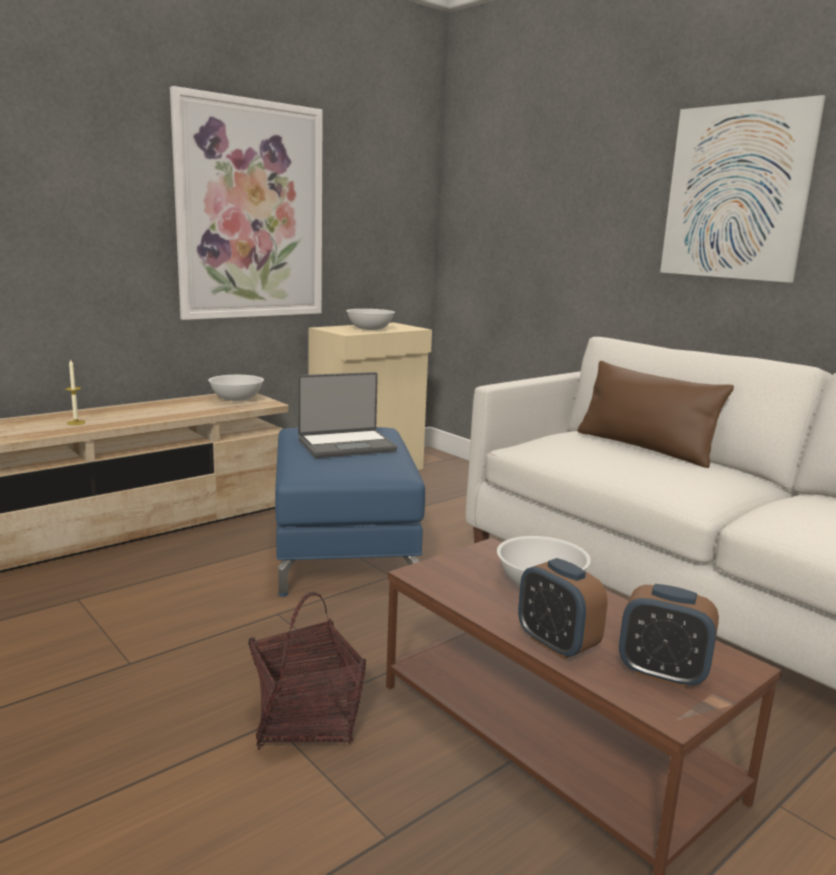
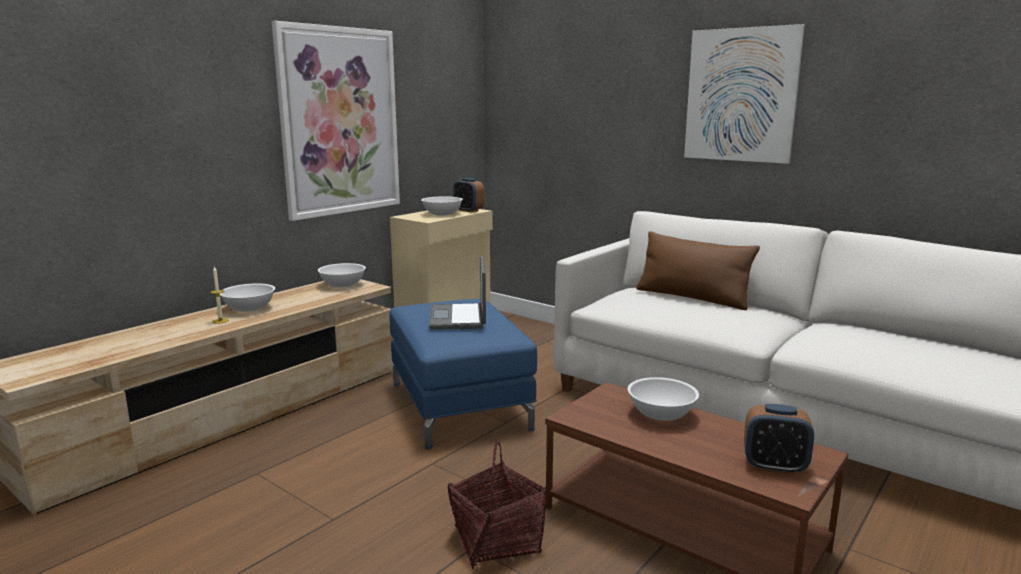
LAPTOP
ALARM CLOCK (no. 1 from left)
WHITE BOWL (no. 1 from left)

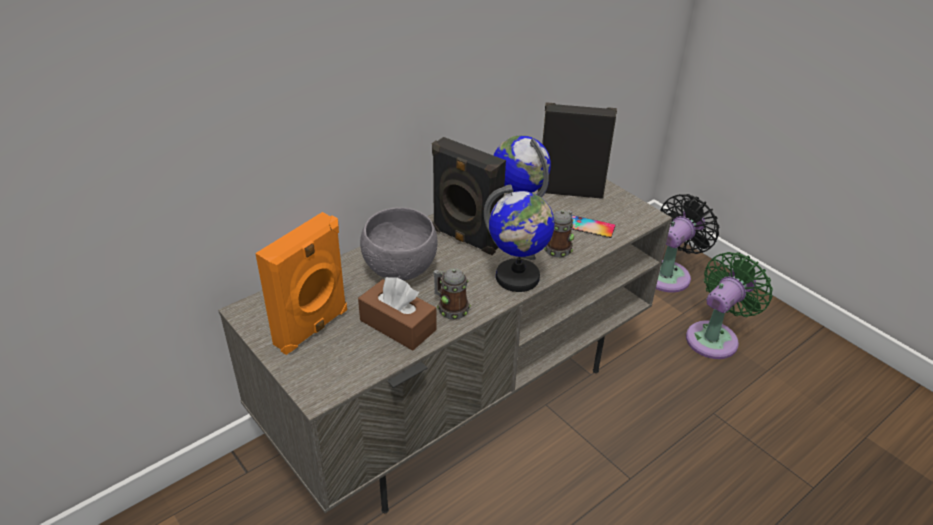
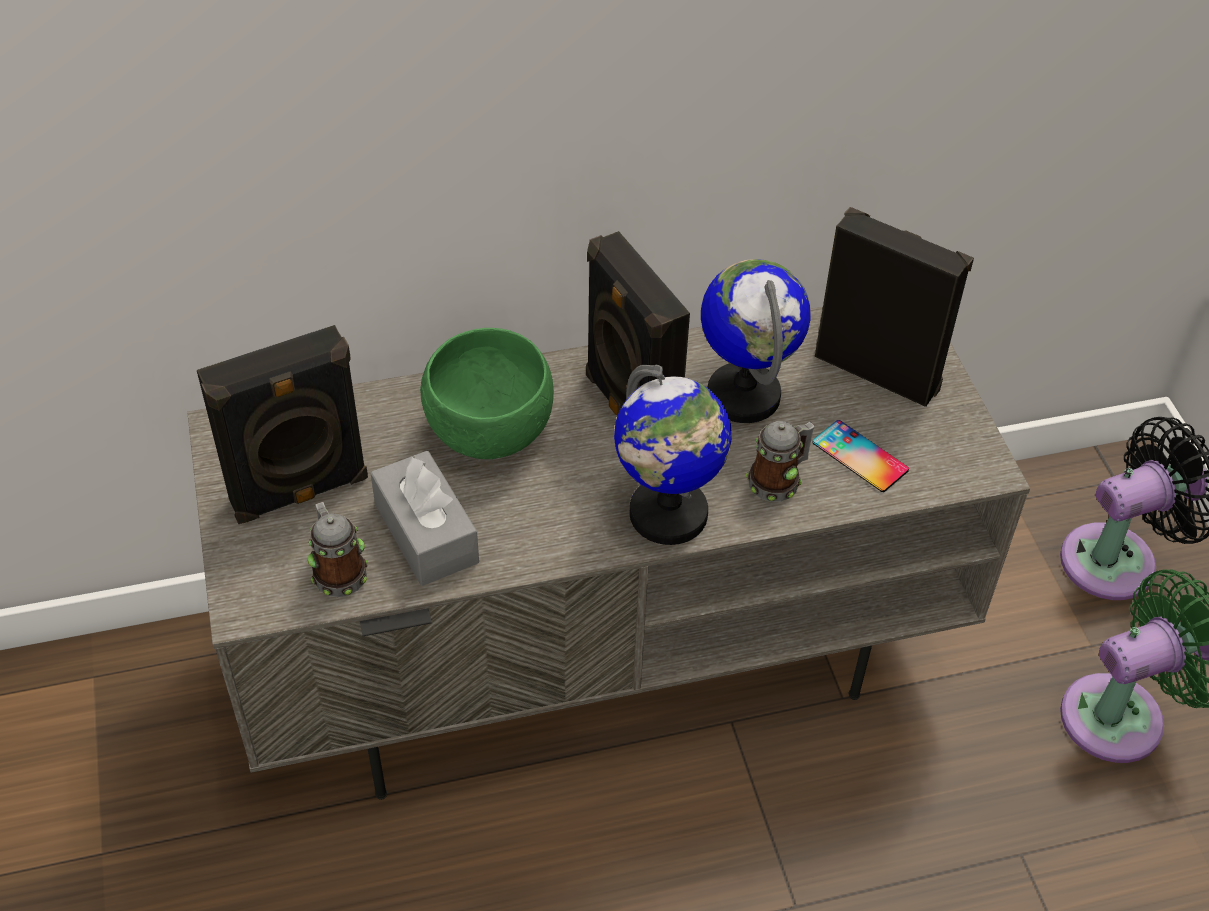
BLACK SPEAKER (no. 1 from left)
GREY TISSUE BOX
GREEN BOWL
MUG (no. 1 from left)

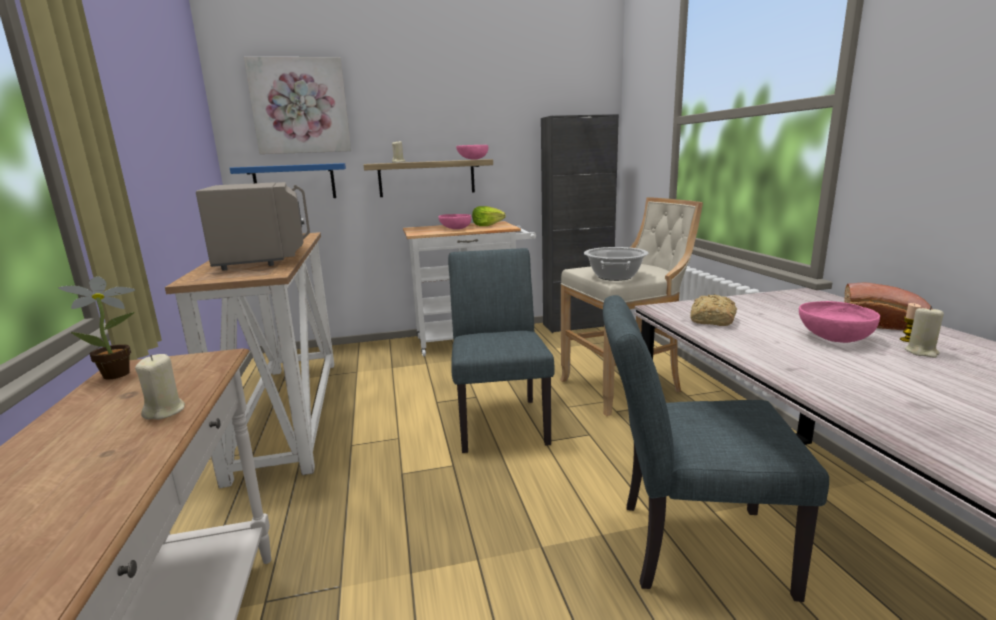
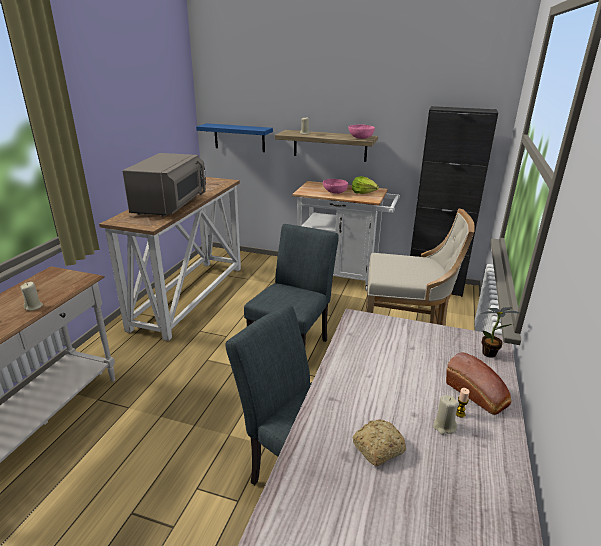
POTTED PLANT
PICTURE
COOKING POT
BREAD (no. 1 from left)
PINK BOWL (no. 3 from left in the first image)

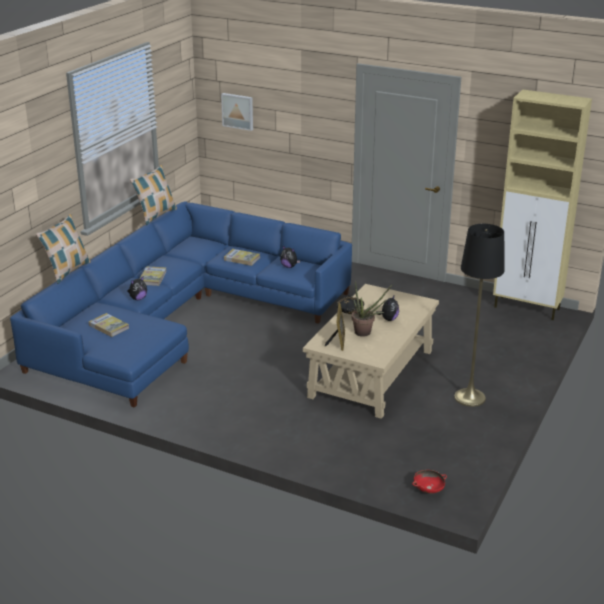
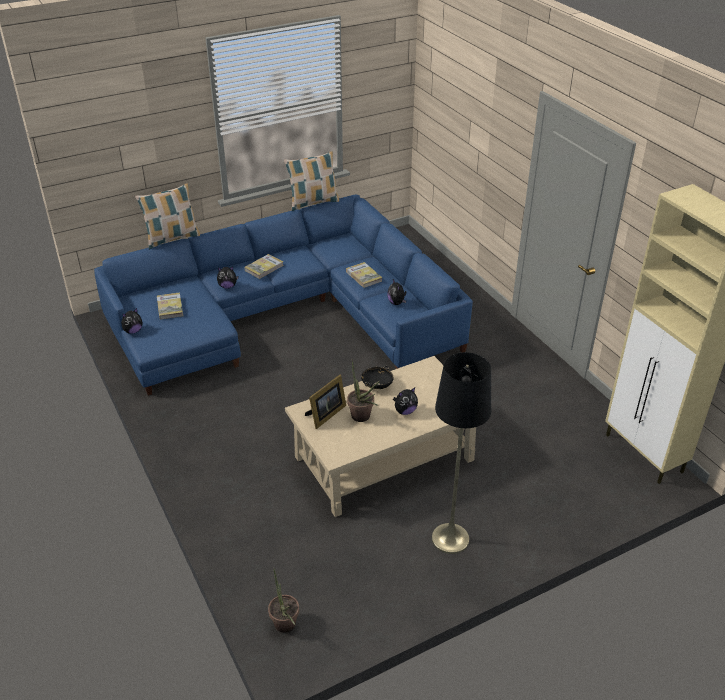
PICTURE
POTTED PLANT (no. 1 from left)
PLUSH TOY (no. 1 from left)

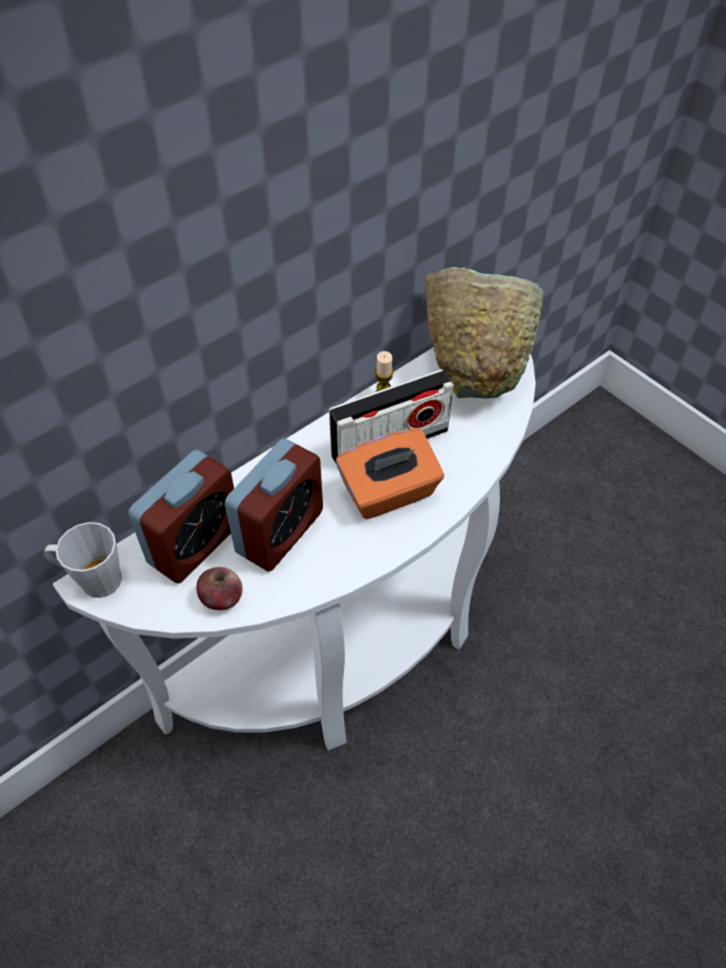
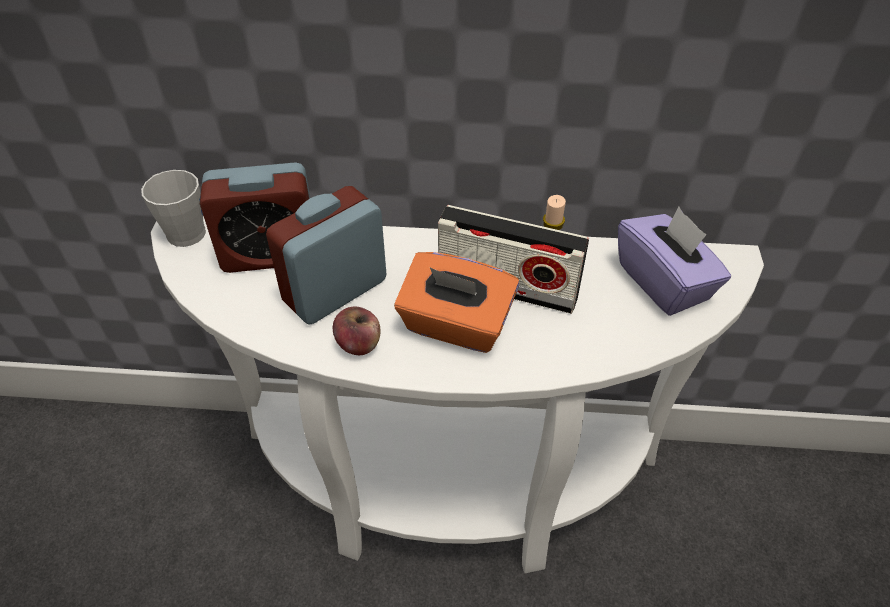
APPLE
ALARM CLOCK (no. 2 from left)
PURPLE TISSUE BOX

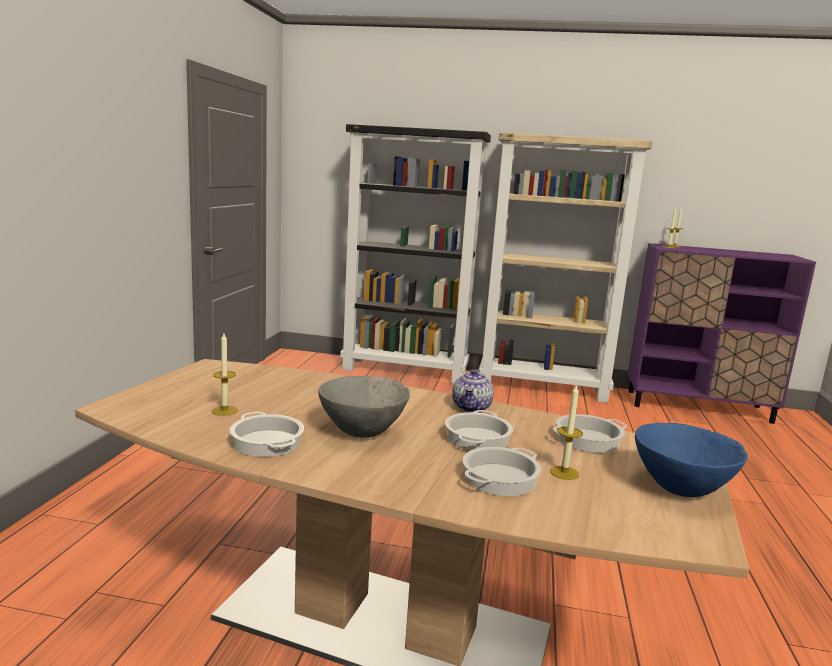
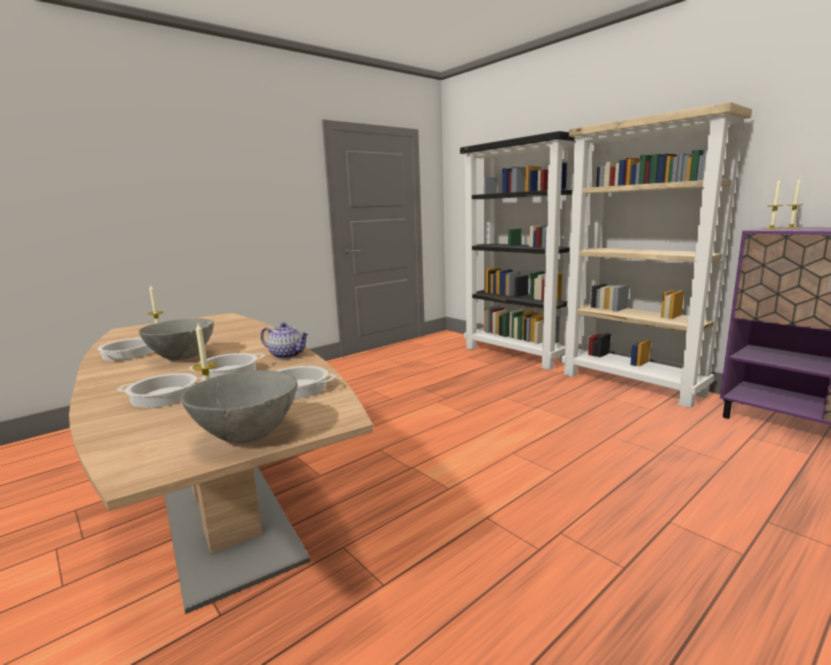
TEAPOT
GREY BOWL (no. 2 from left)

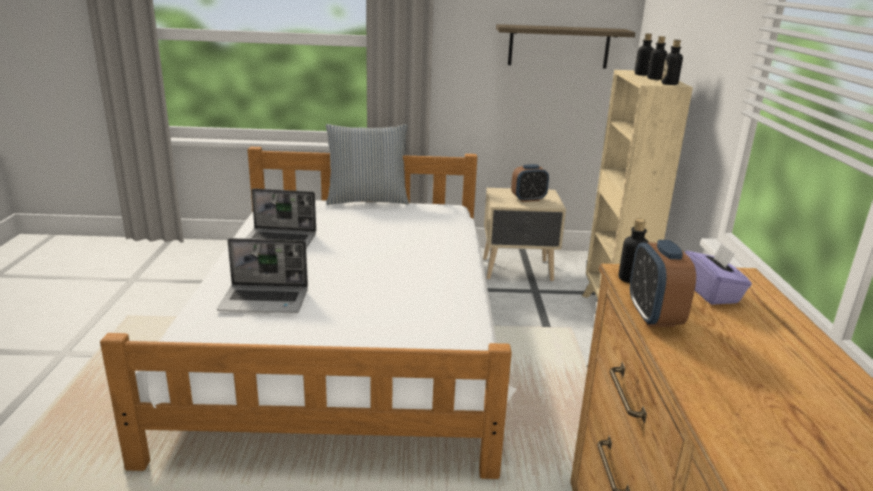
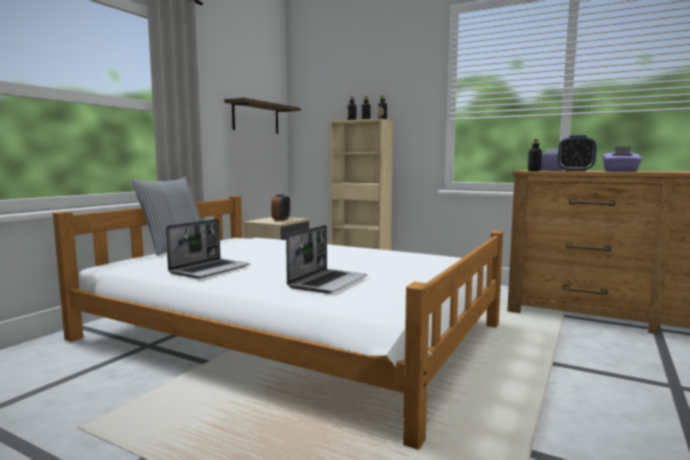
PURPLE TISSUE BOX (no. 2 from left)

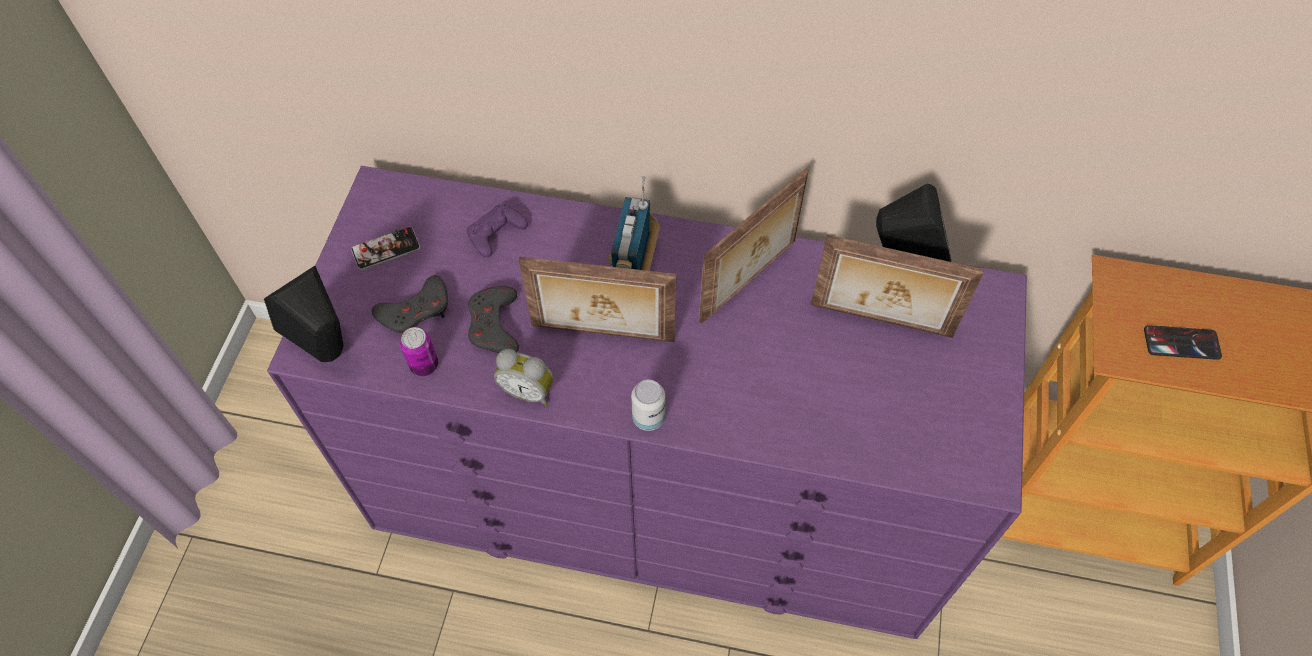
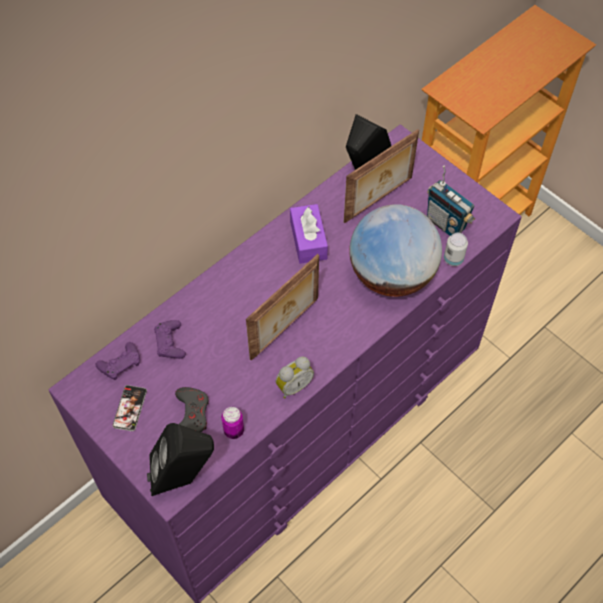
GREY GAME CONTROLLER (no. 2 from left in the first image)
RADIO
CAN (no. 2 from left)
PURPLE TISSUE BOX
PHONE (no. 2 from left in the first image)
PURPLE GAME CONTROLLER (no. 1 from left)
GLOBE

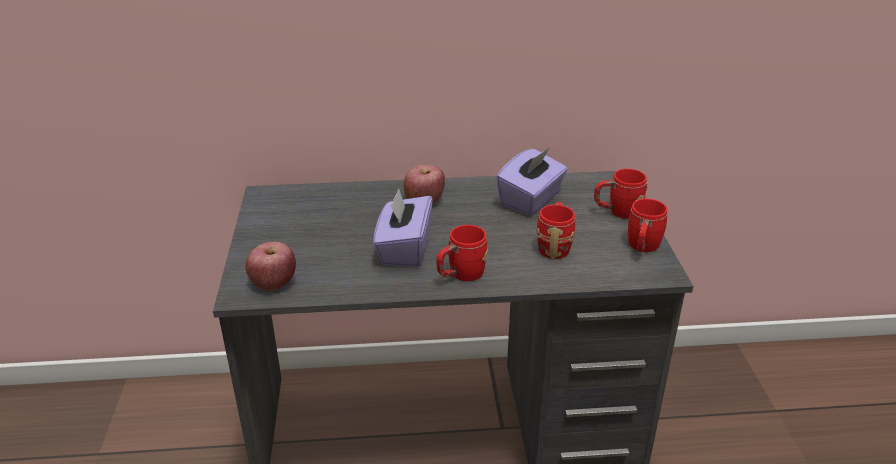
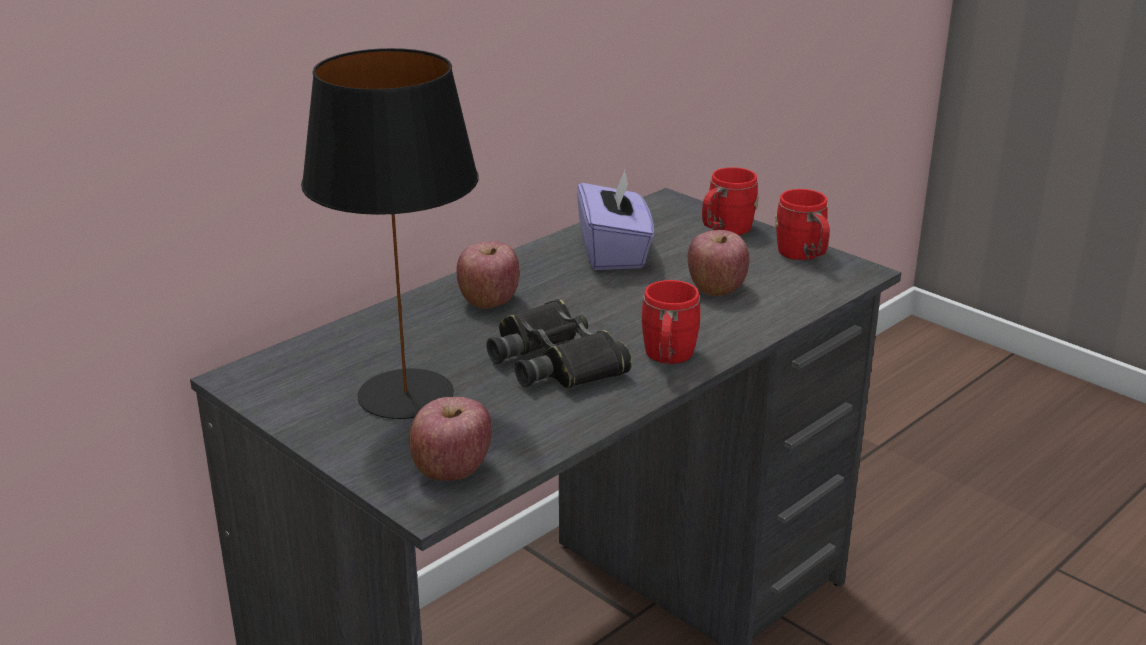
BLACK BINOCULARS
APPLE (no. 3 from left)
BLACK TABLE LAMP

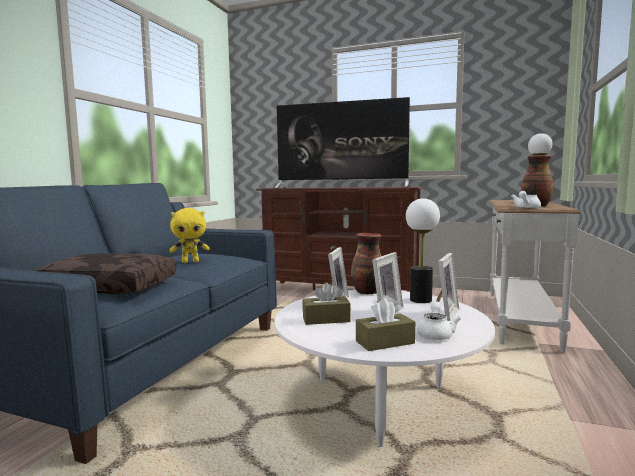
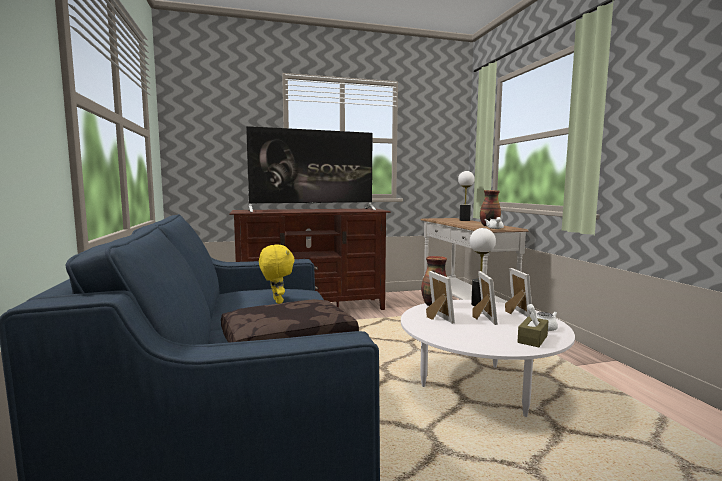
YELLOW PLUSH TOY
BROWN TISSUE BOX (no. 1 from left in the first image)

